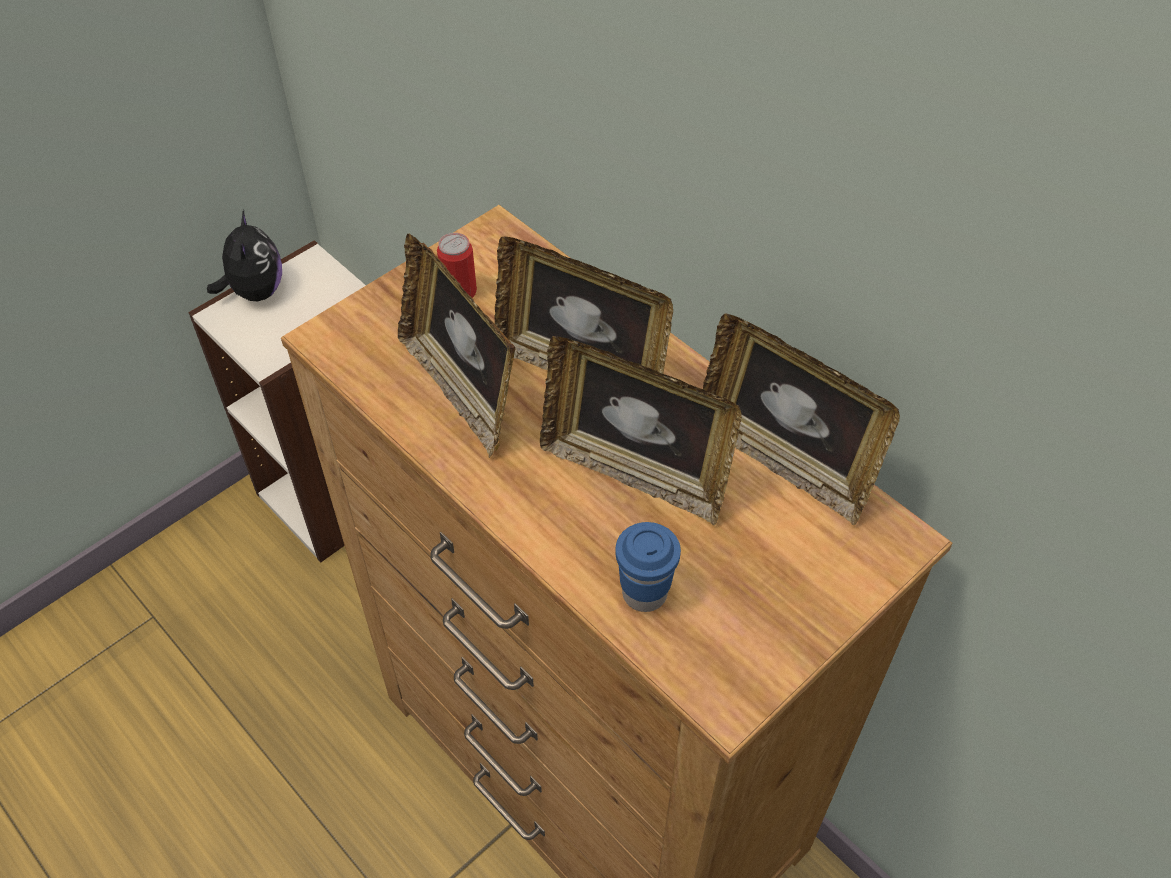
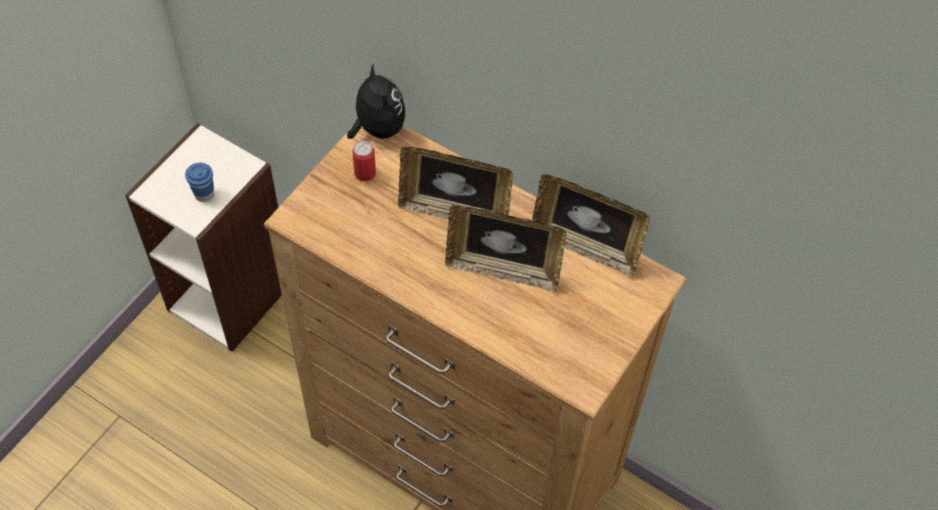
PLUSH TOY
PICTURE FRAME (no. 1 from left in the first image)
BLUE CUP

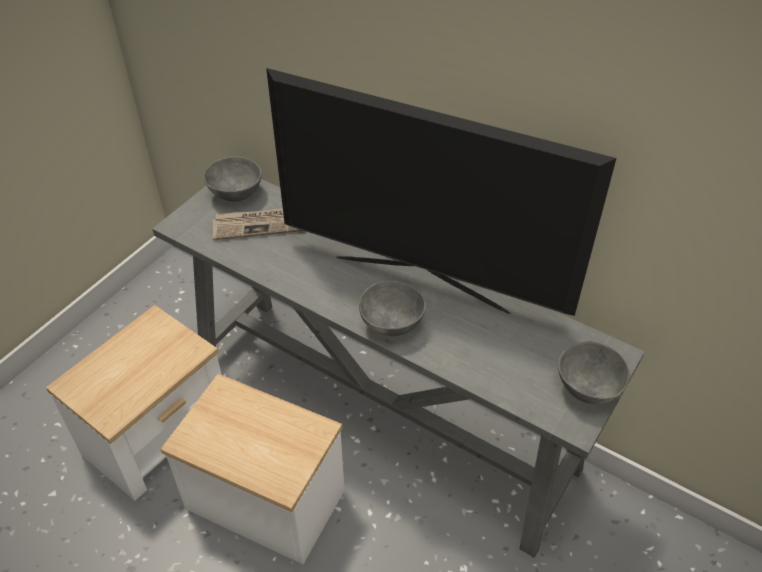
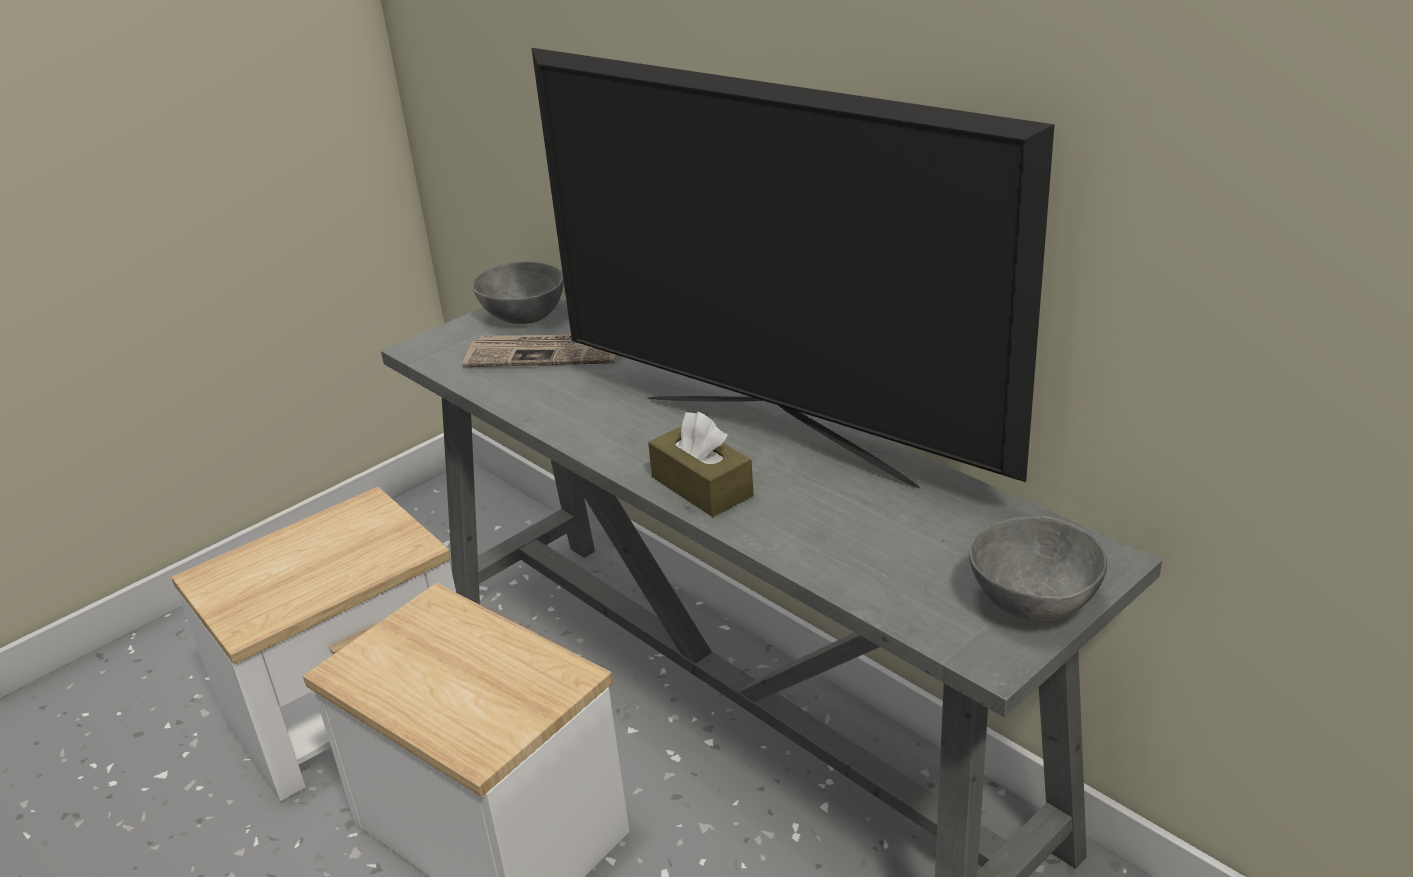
BROWN TISSUE BOX

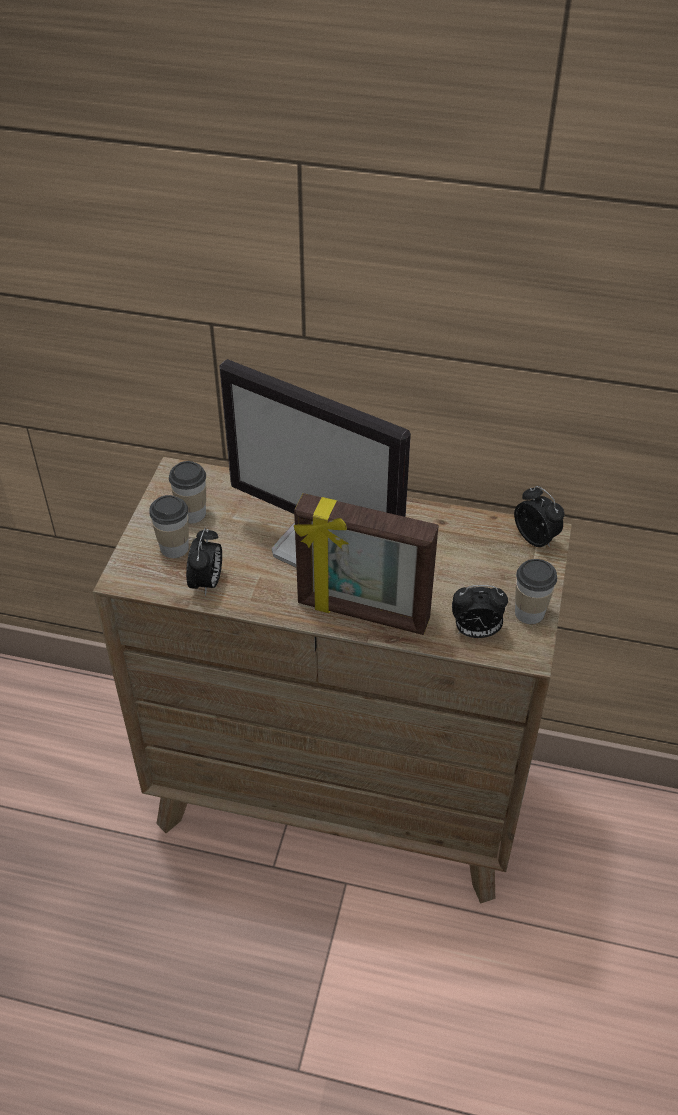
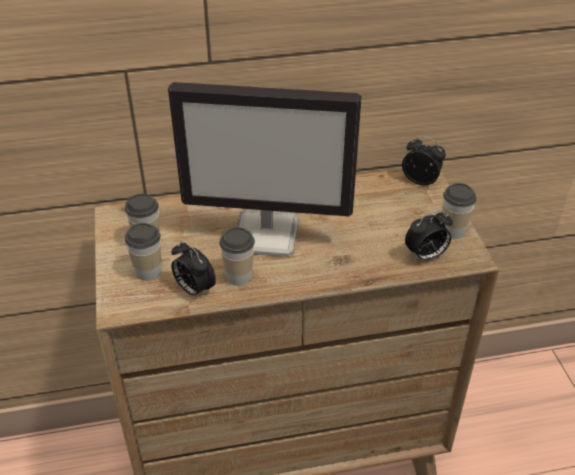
ALARM CLOCK (no. 1 from left)
PICTURE FRAME
CUP (no. 3 from left)

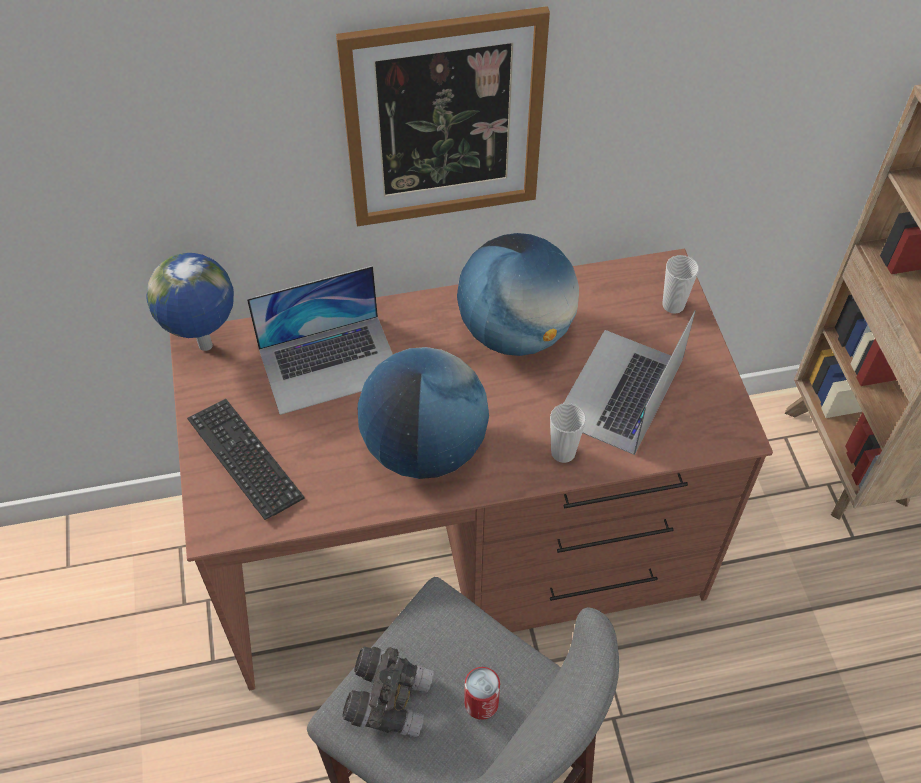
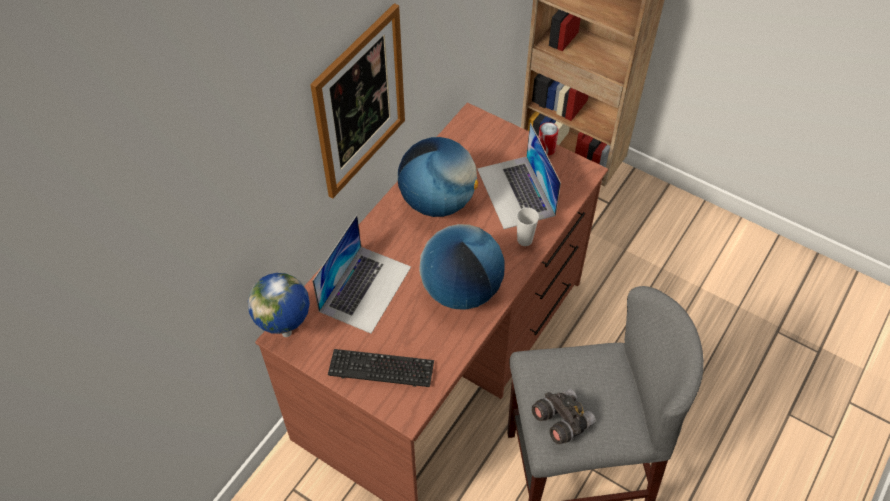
CAN
CUP (no. 2 from left in the first image)

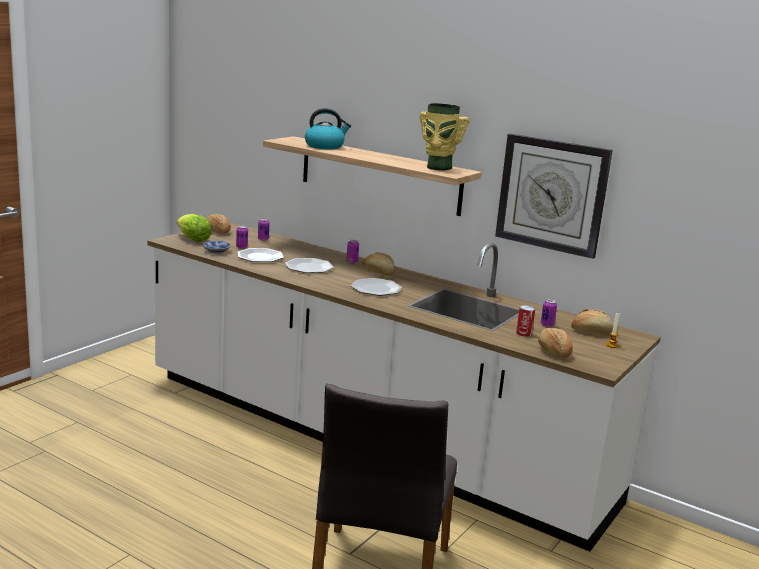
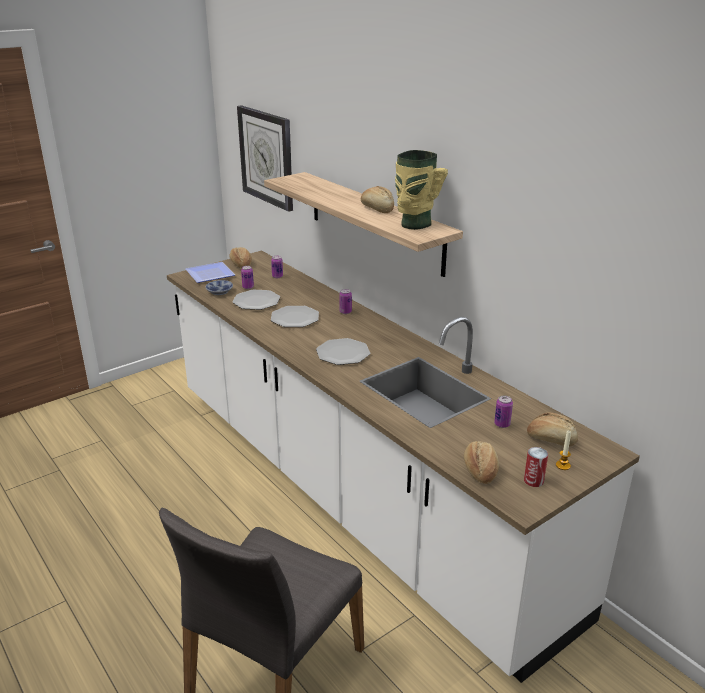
PLATE (no. 1 from left)
KETTLE
BREAD (no. 2 from left)
WALL CLOCK
CAN (no. 5 from left)

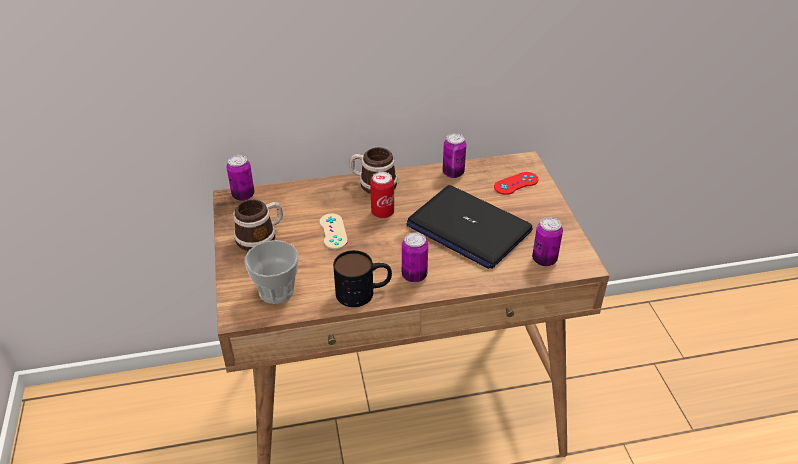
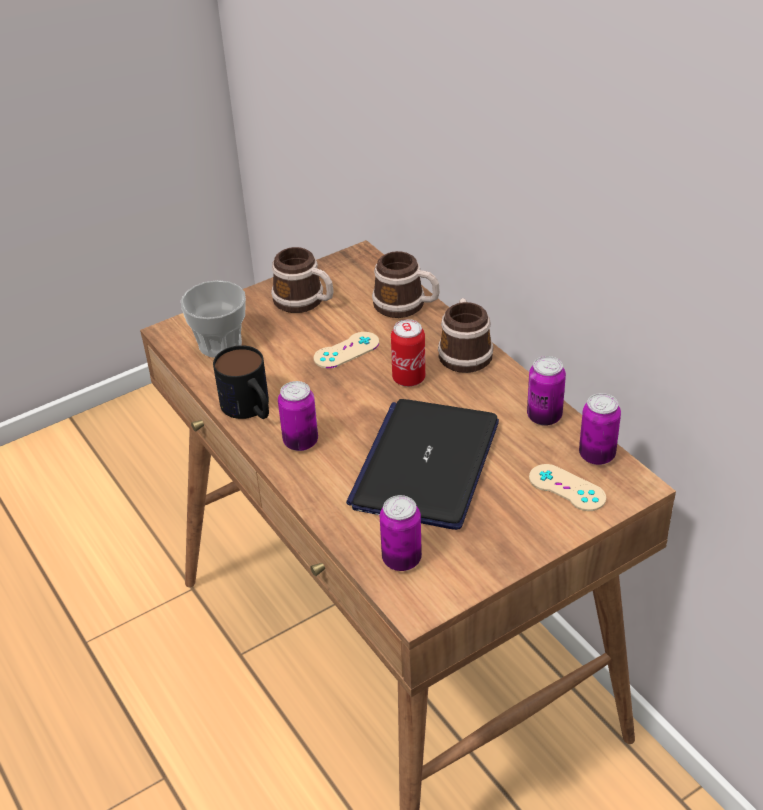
CAN (no. 5 from left)
BEIGE GAME CONTROLLER (no. 2 from left)
MUG (no. 3 from left)

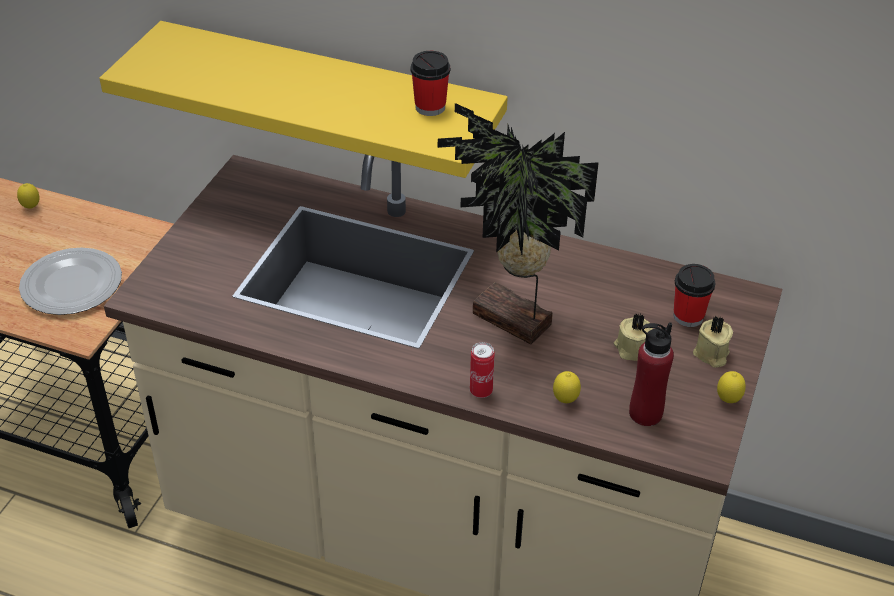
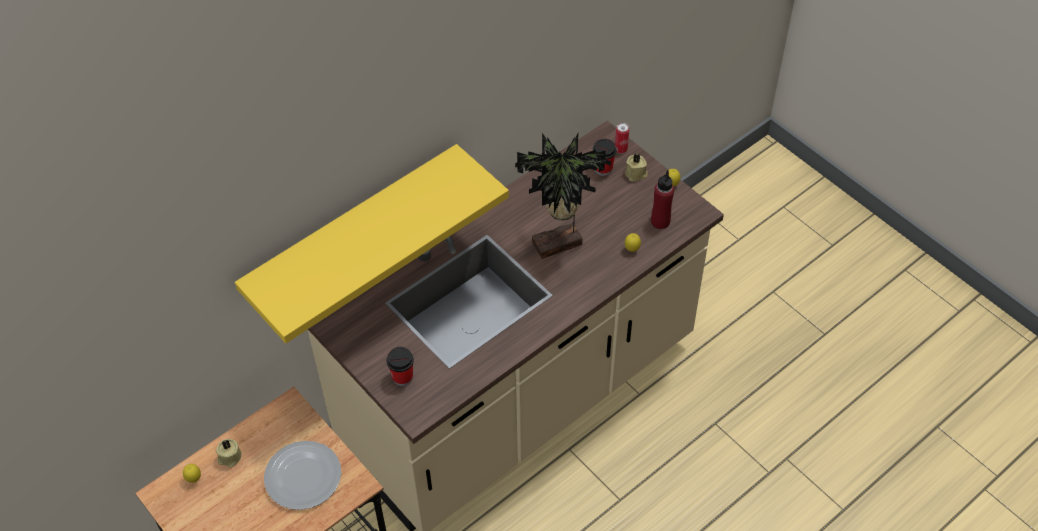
CUP (no. 1 from left)
CAN
BEIGE CANDLE (no. 1 from left)

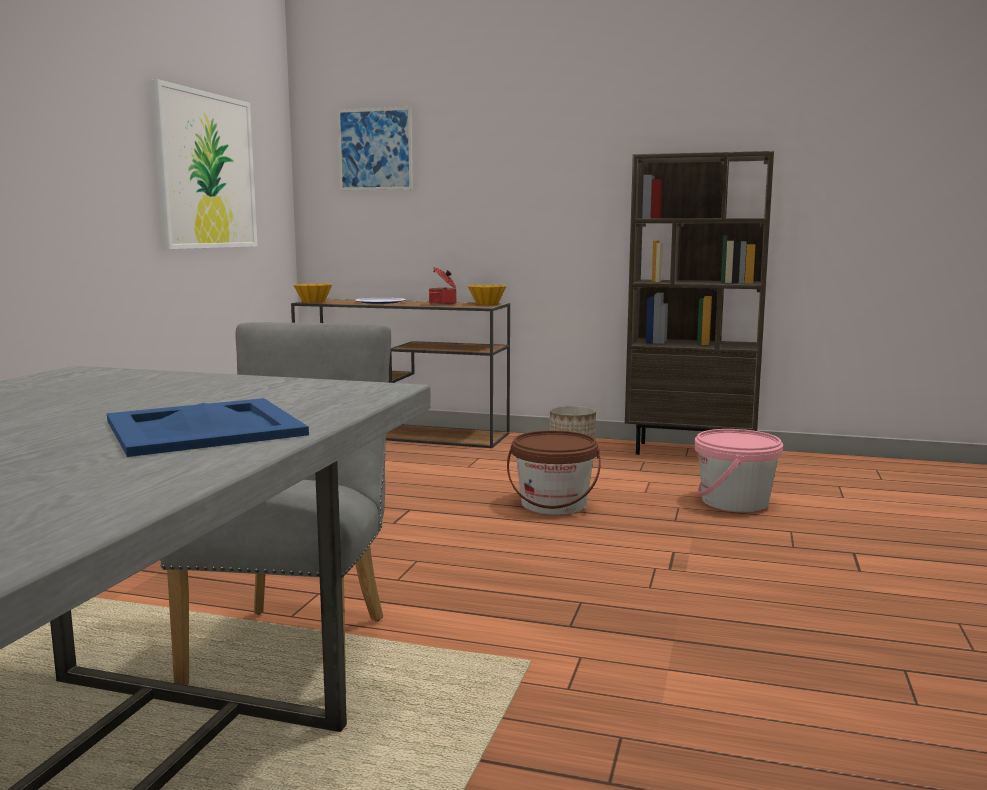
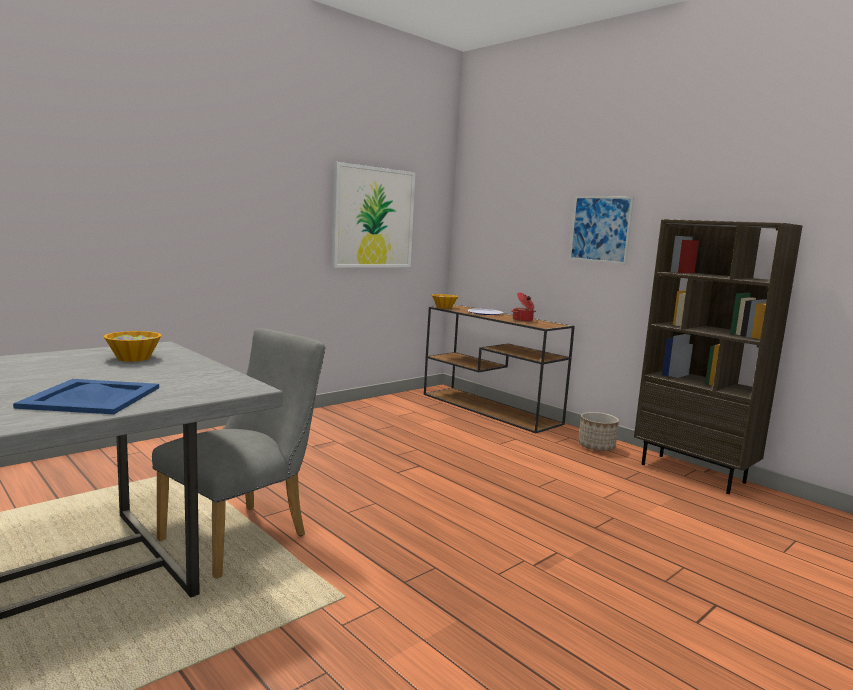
PICTURE (no. 2 from left)
BOWL (no. 1 from left)
BROWN BUCKET
PINK BUCKET

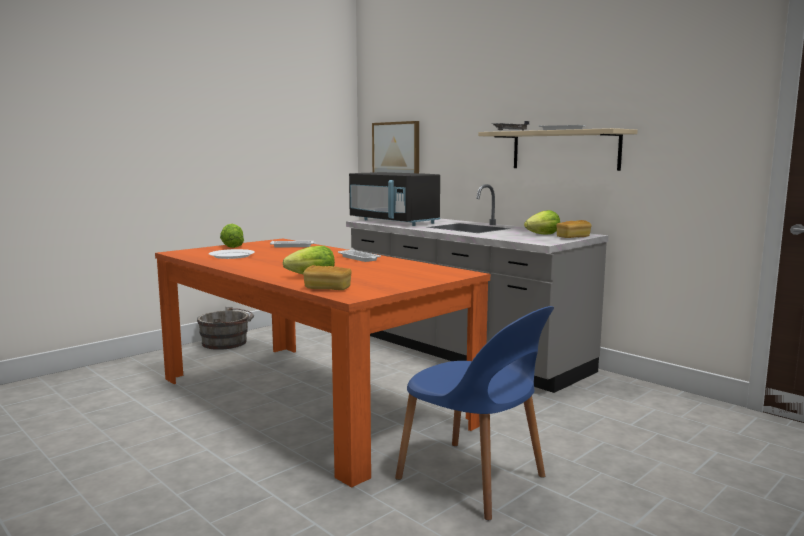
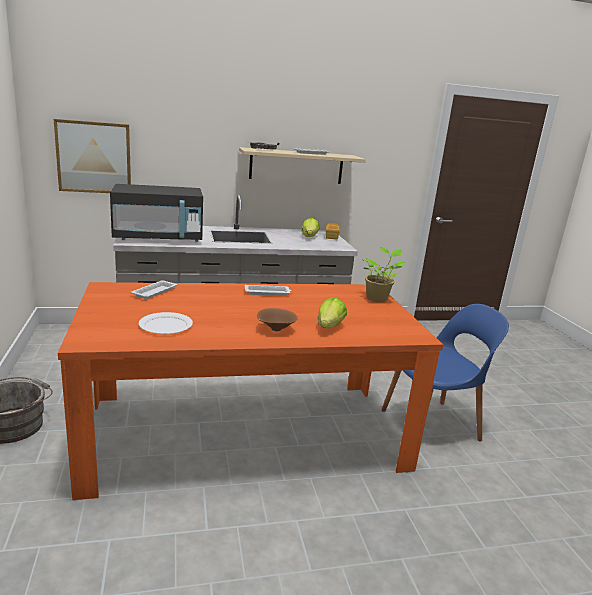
LETTUCE (no. 1 from left in the first image)
BREAD (no. 1 from left in the first image)
BROWN BOWL
POTTED PLANT

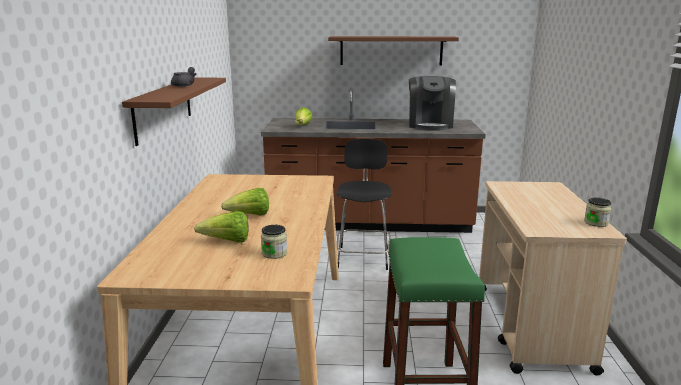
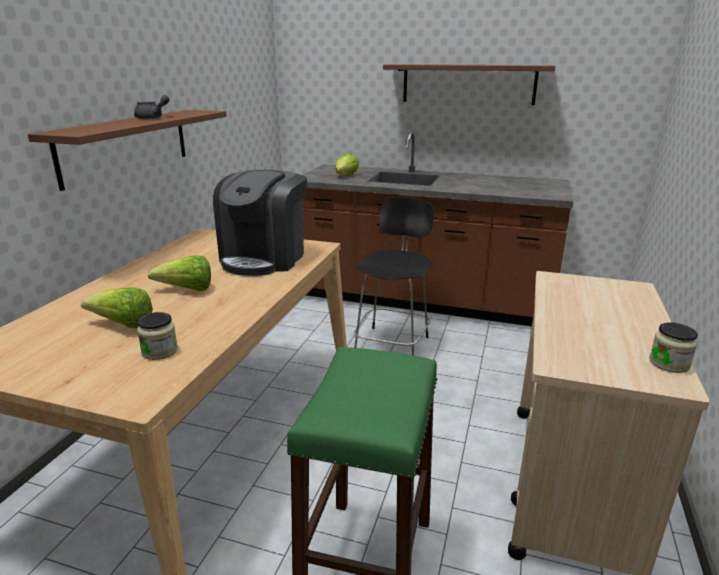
COFFEE MACHINE

